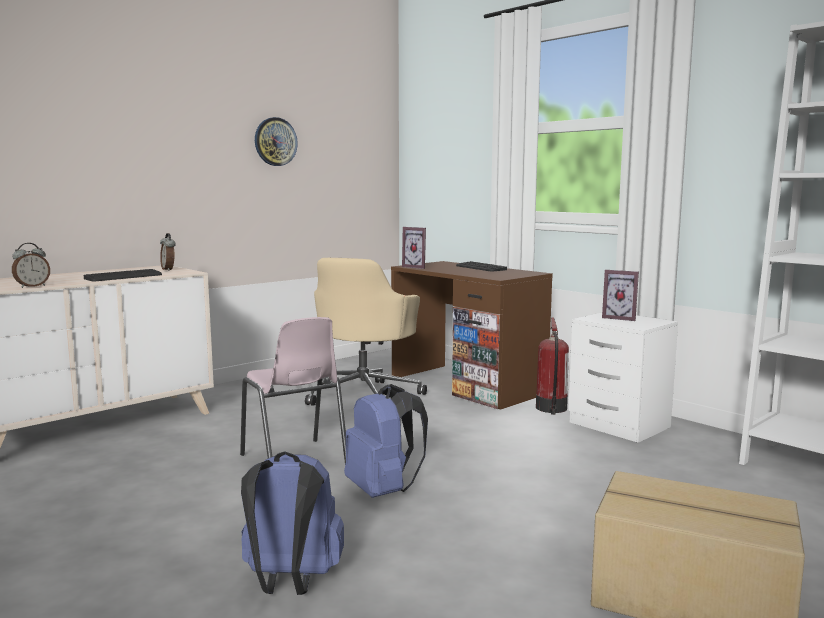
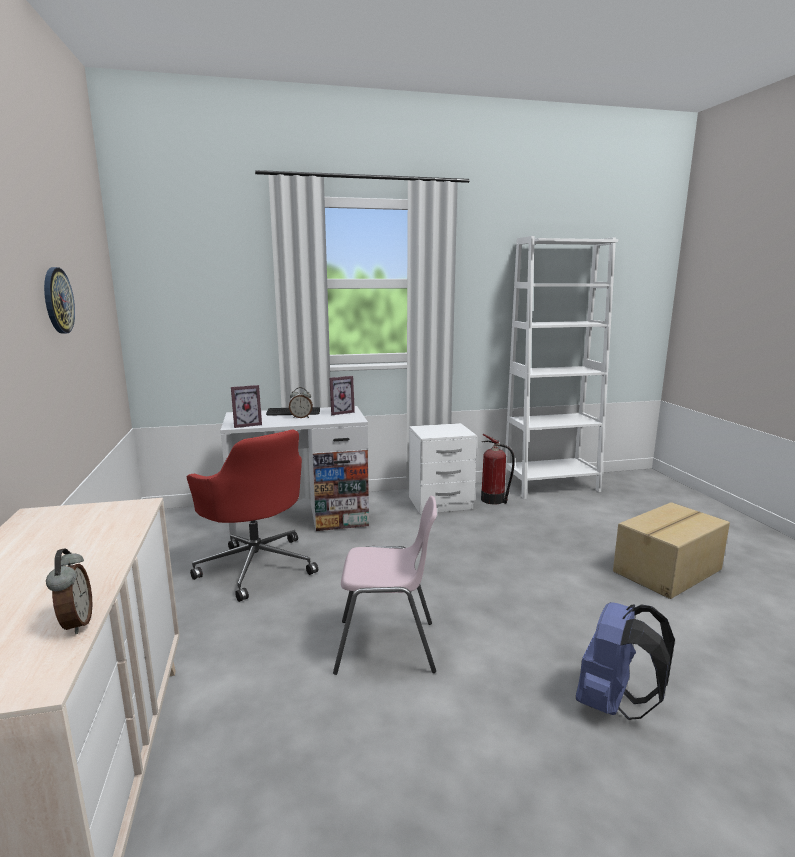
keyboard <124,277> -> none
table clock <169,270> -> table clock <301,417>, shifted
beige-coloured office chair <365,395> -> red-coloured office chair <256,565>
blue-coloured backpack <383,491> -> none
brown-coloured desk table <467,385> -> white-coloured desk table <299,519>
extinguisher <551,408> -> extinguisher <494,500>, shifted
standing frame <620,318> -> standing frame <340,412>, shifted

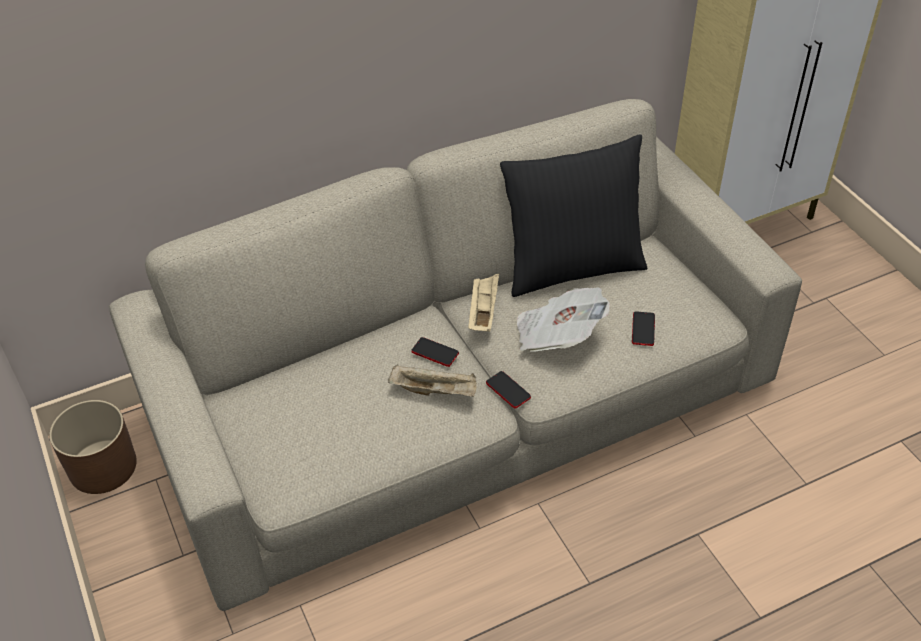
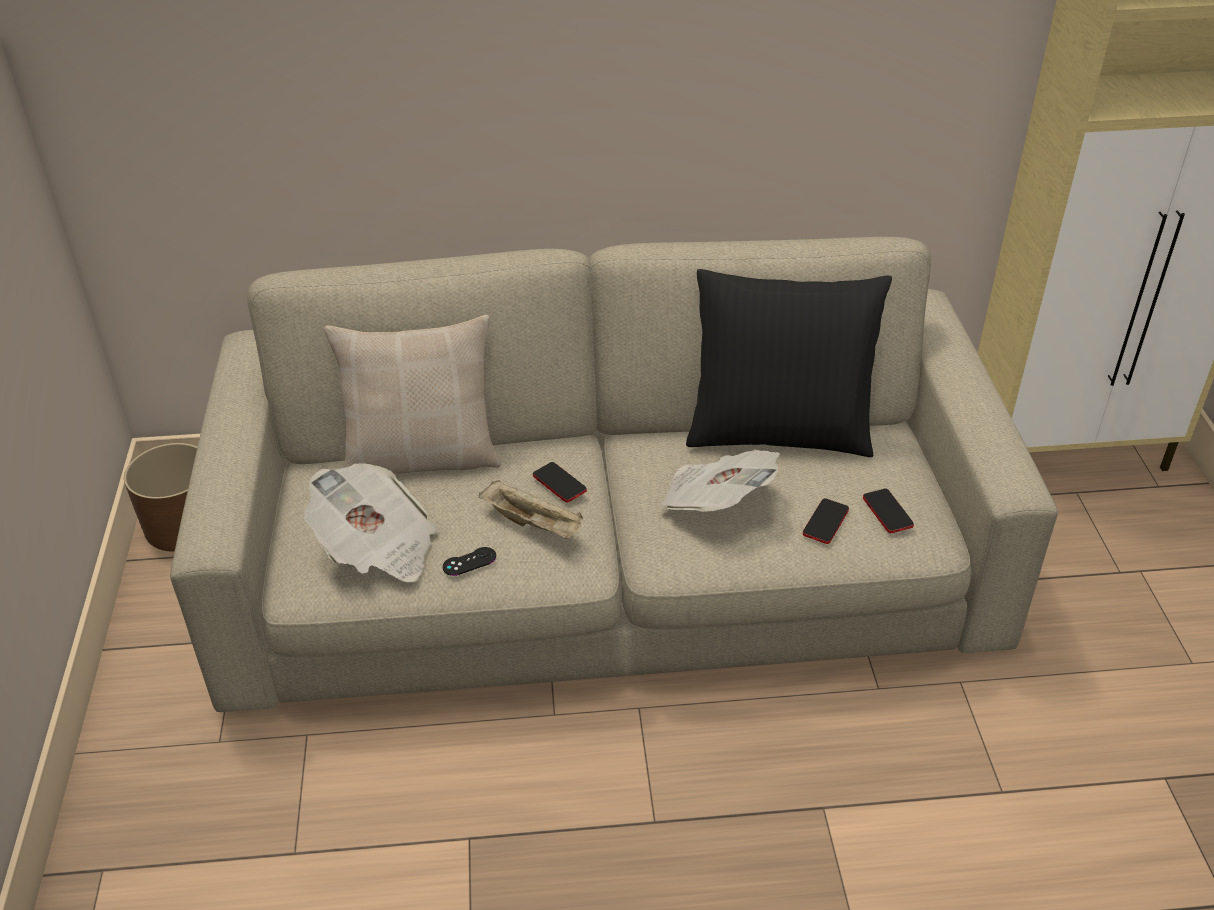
beige-coloured serving tray <483,311> -> none
phone <508,390> -> phone <887,512>, shifted
none -> daily paper <377,547>
none -> beige-coloured throw pillow <422,456>
none -> blackish joypad <469,561>

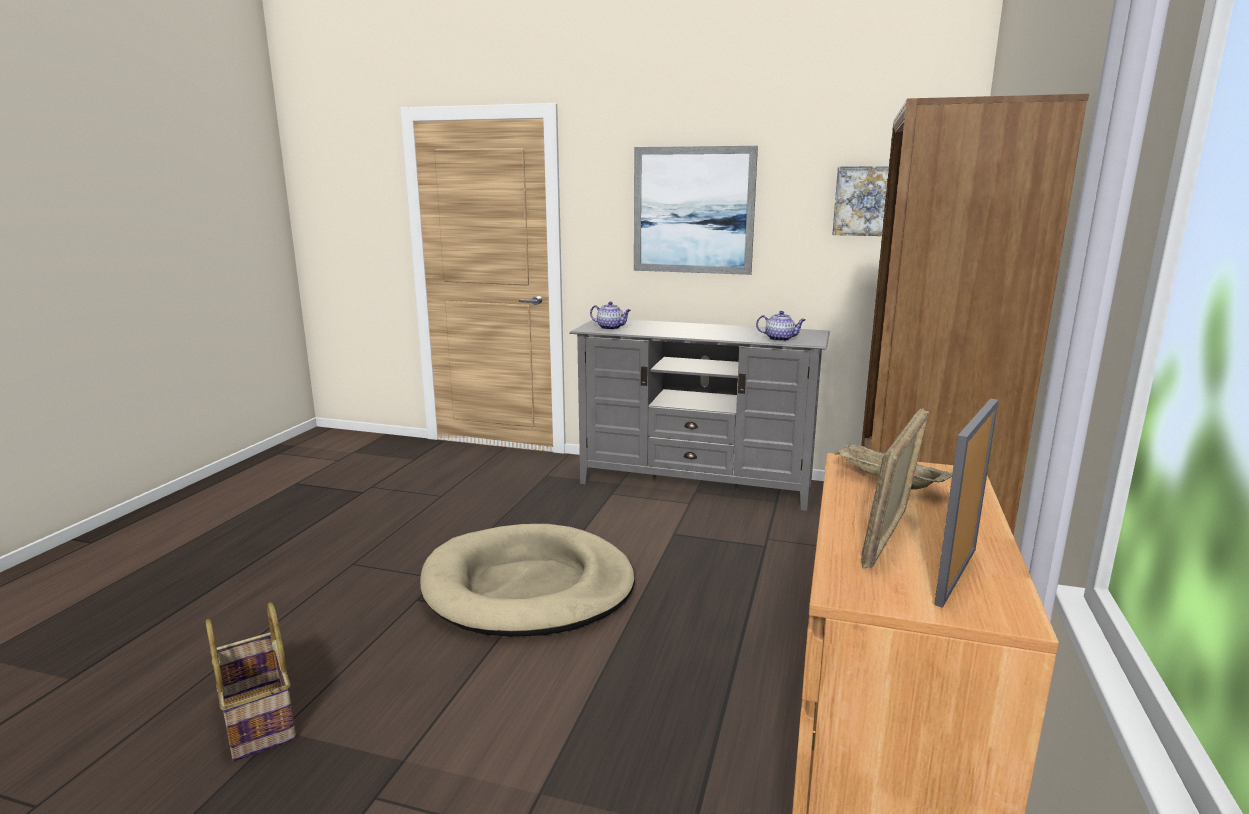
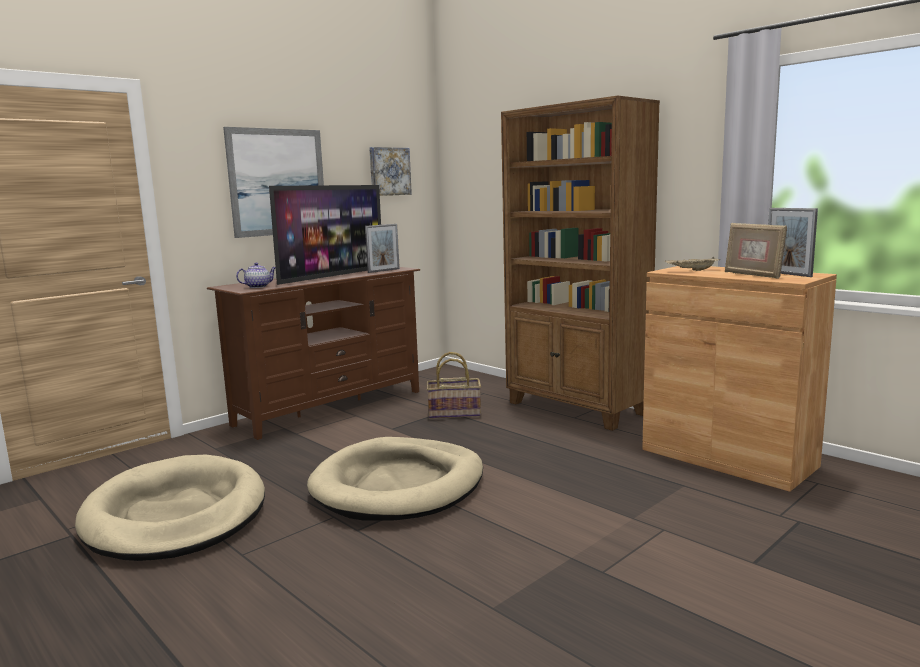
basket <260,719> -> basket <454,412>, shifted
grey tv stand <696,484> -> brown-coloured tv stand <330,407>
pot for tea <780,339> -> standing frame <384,270>
none -> beige-coloured dog cushion <176,515>
none -> TV set <333,276>

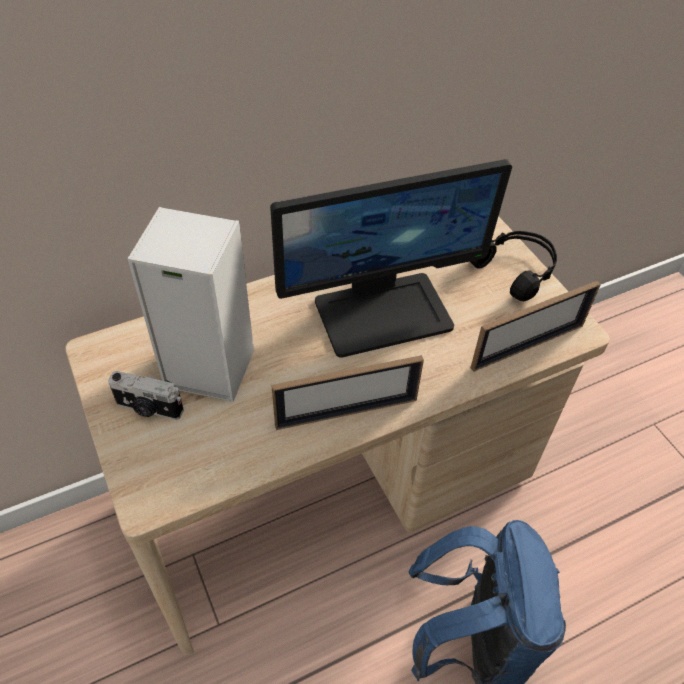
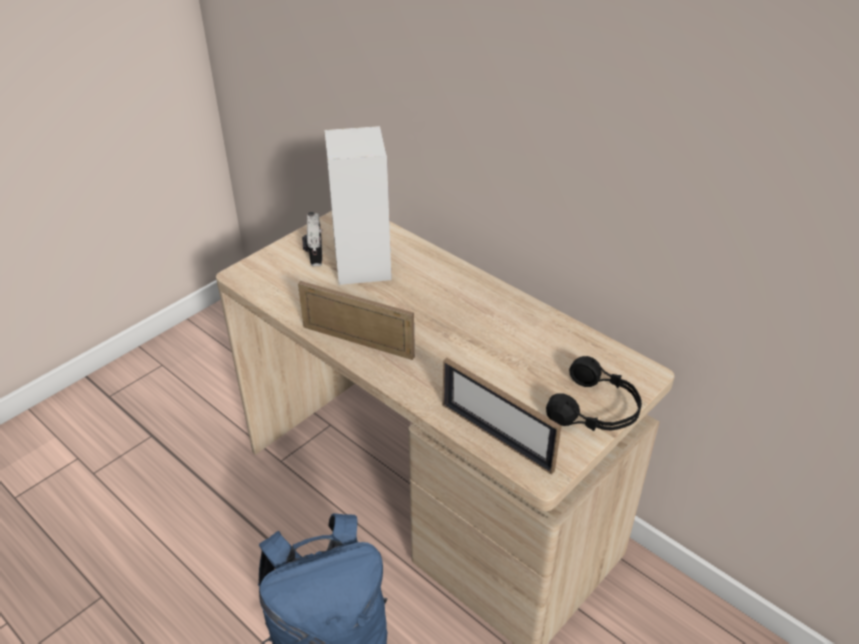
computer display <383,312> -> none
standing frame <346,412> -> standing frame <358,342>, 150 degrees clockwise

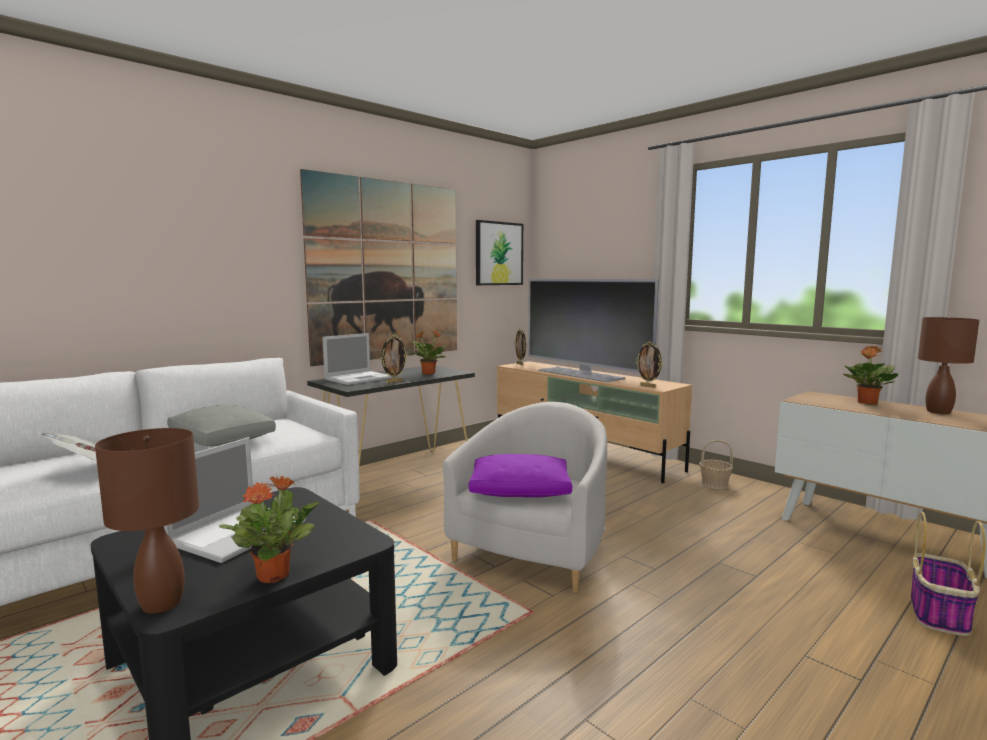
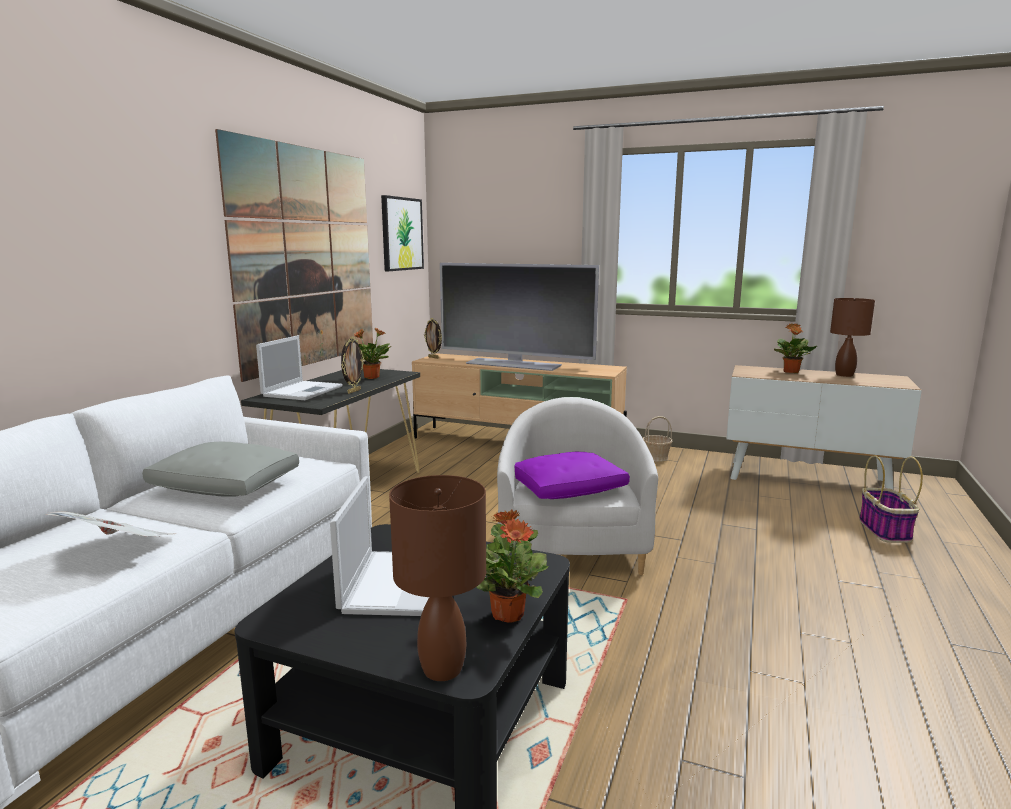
standing frame <648,386> -> none

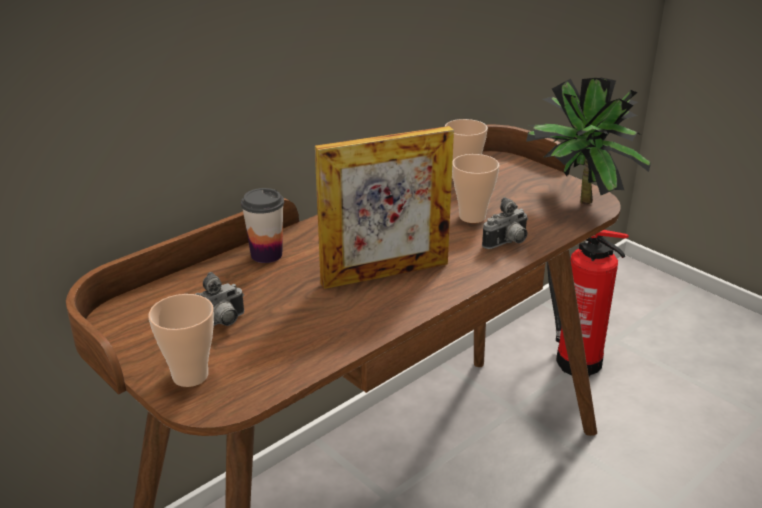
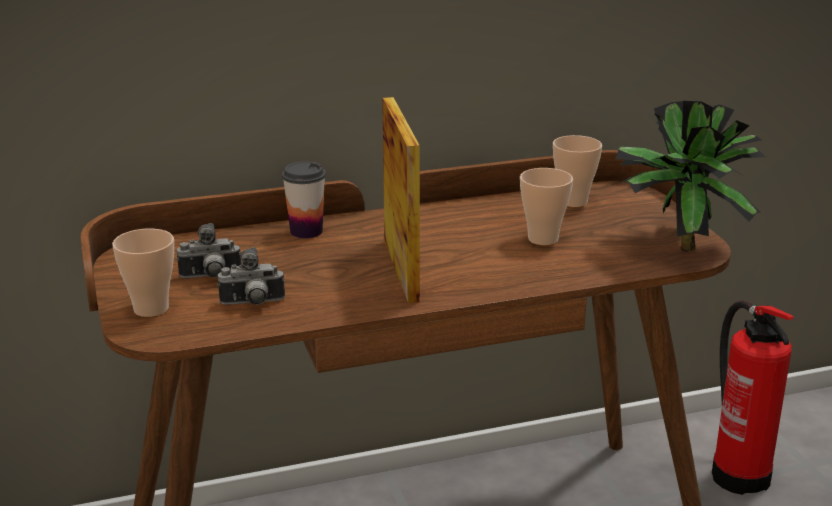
standing frame <385,273> -> standing frame <401,269>, 105 degrees counterclockwise
still camera <507,243> -> still camera <252,304>, shifted

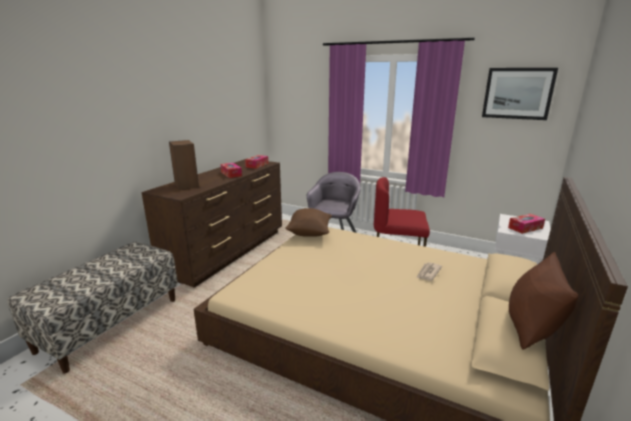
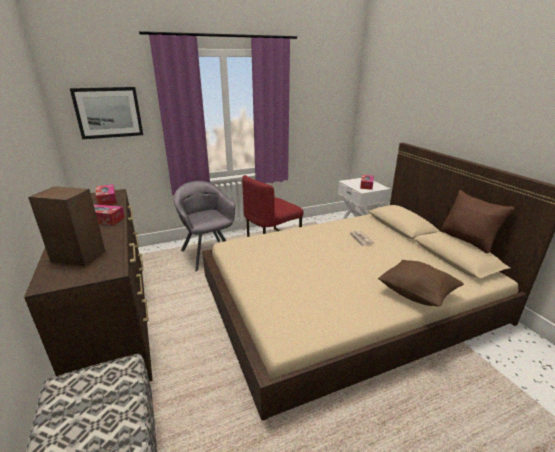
brown-coloured throw pillow <309,233> -> brown-coloured throw pillow <416,294>, shifted
wall art <517,93> -> wall art <108,112>, shifted

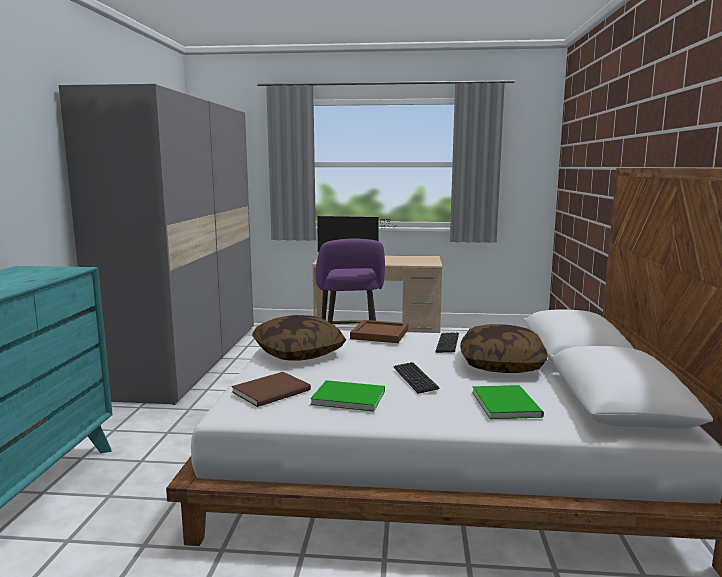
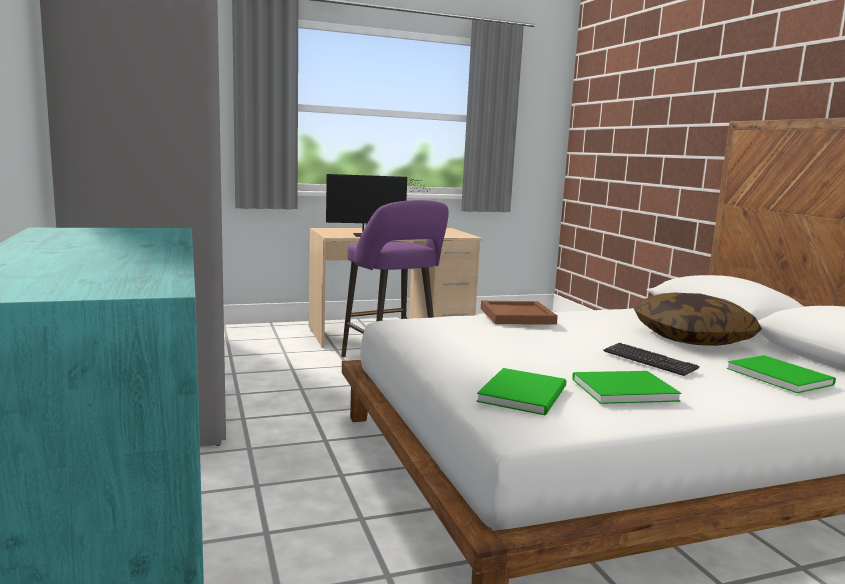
brown-coloured bound book <274,391> -> green-coloured bound book <525,393>
throw pillow <298,353> -> none
keyboard <447,344> -> none

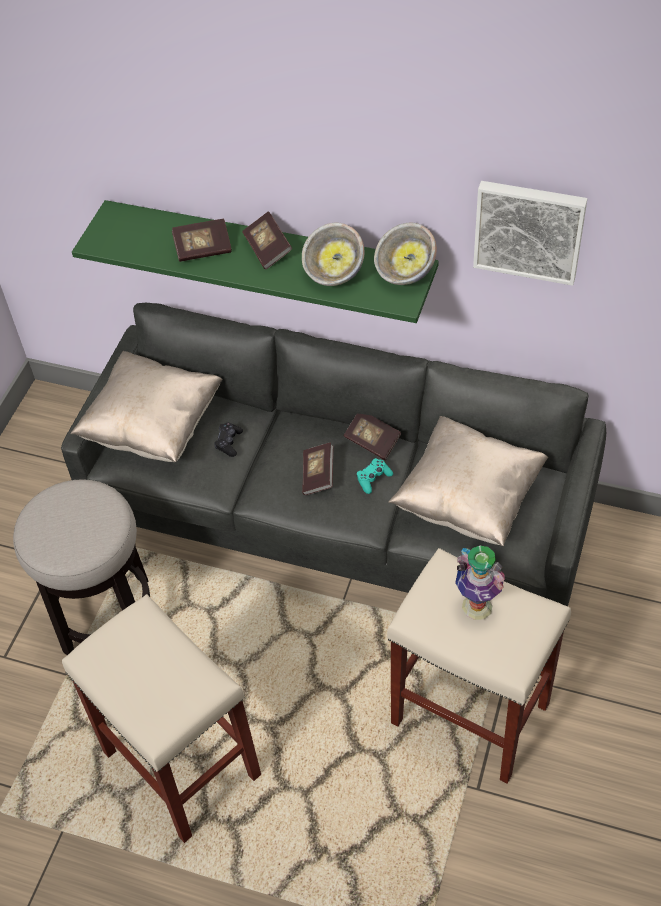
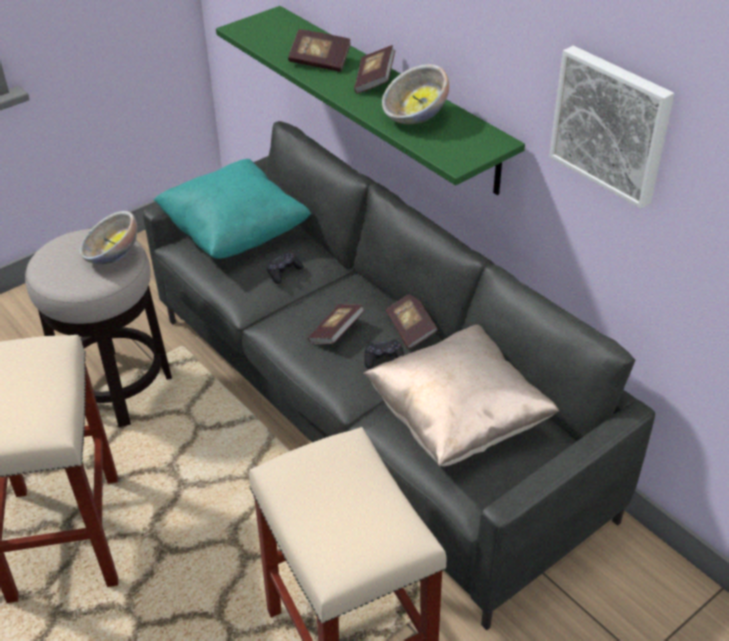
beige-coloured throw pillow <153,427> -> turquoise-coloured throw pillow <235,233>
turquoise-coloured joypad <373,479> -> blackish joypad <383,359>
deep dish <405,273> -> deep dish <112,256>, shifted
vase <476,607> -> none

